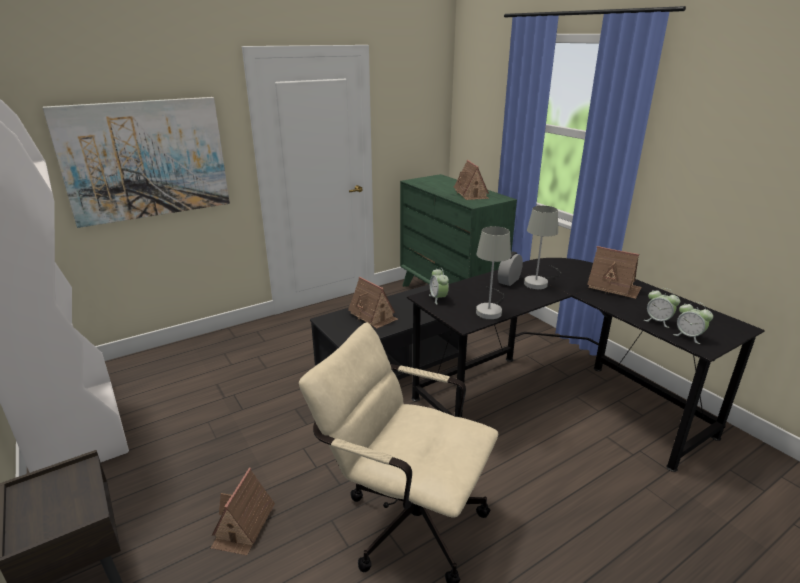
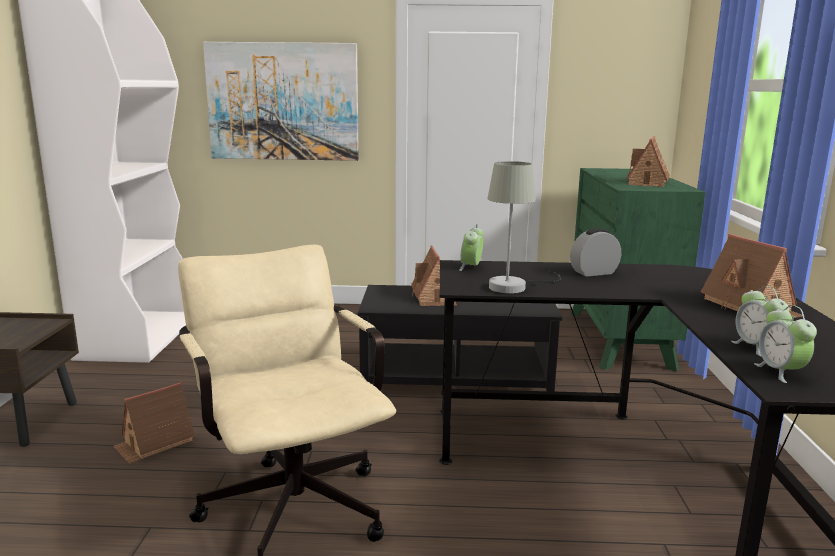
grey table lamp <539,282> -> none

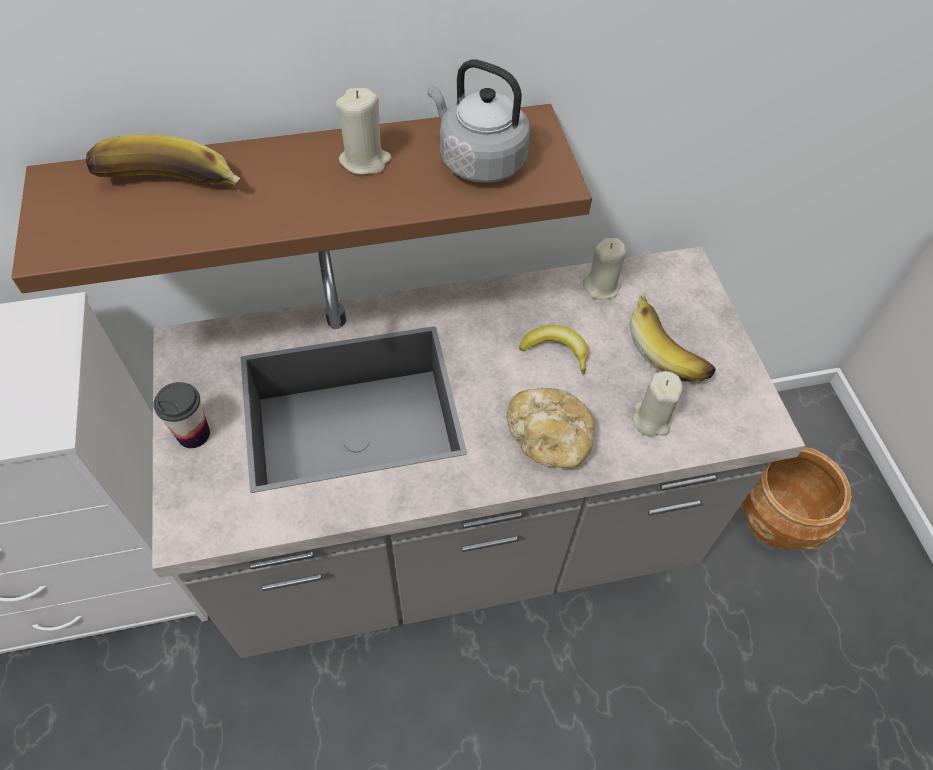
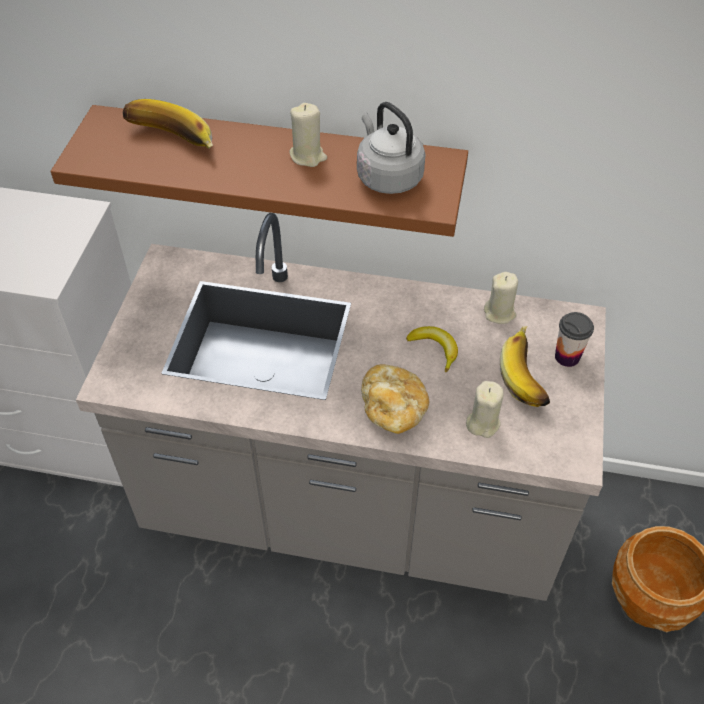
drinking cup <193,434> -> drinking cup <567,357>, shifted

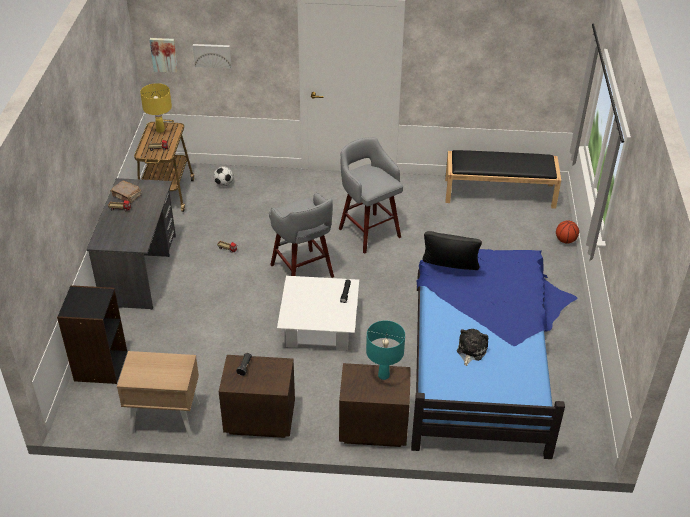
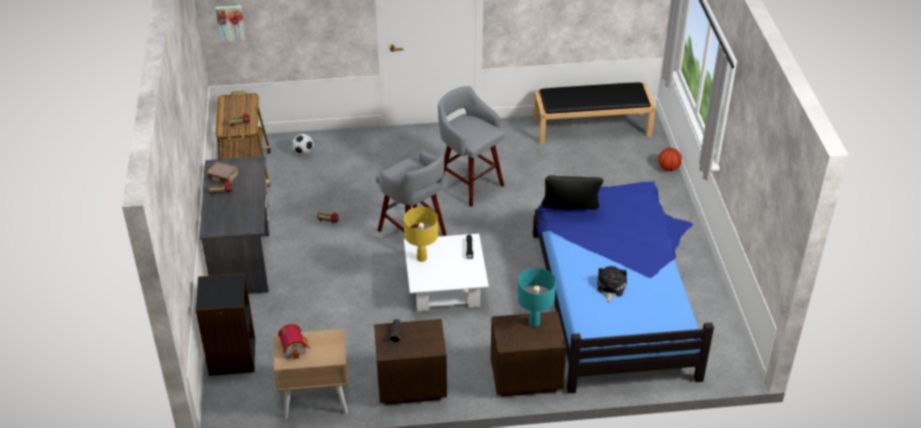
yellow-coloured table lamp <160,130> -> yellow-coloured table lamp <422,258>, shifted
wall art <212,55> -> none
none -> toy house <294,347>

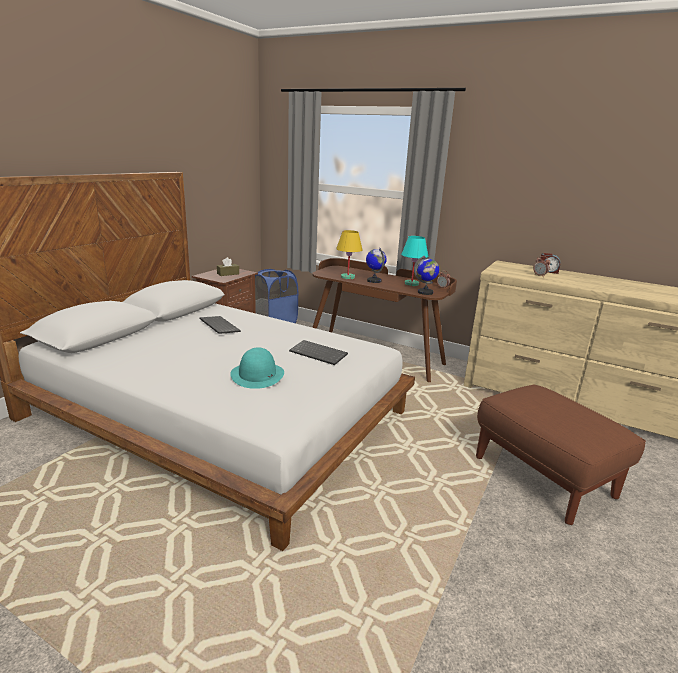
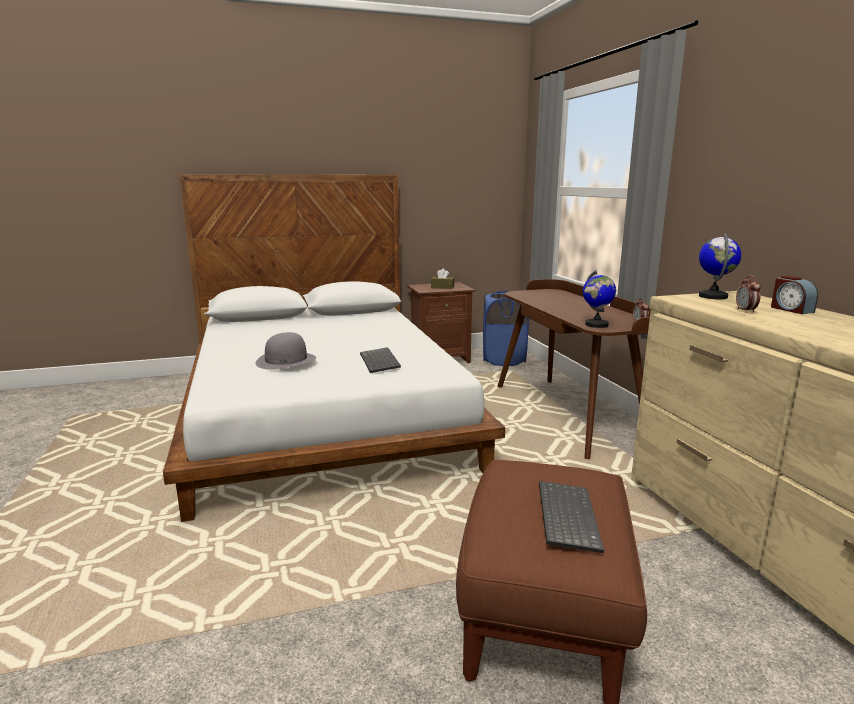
keyboard <218,326> -> keyboard <565,516>, shifted
turquoise-coloured clothing hat <257,375> -> grey clothing hat <286,360>
yellow-coloured table lamp <347,277> -> none
globe <374,281> -> globe <713,296>, shifted
turquoise-coloured table lamp <411,284> -> none

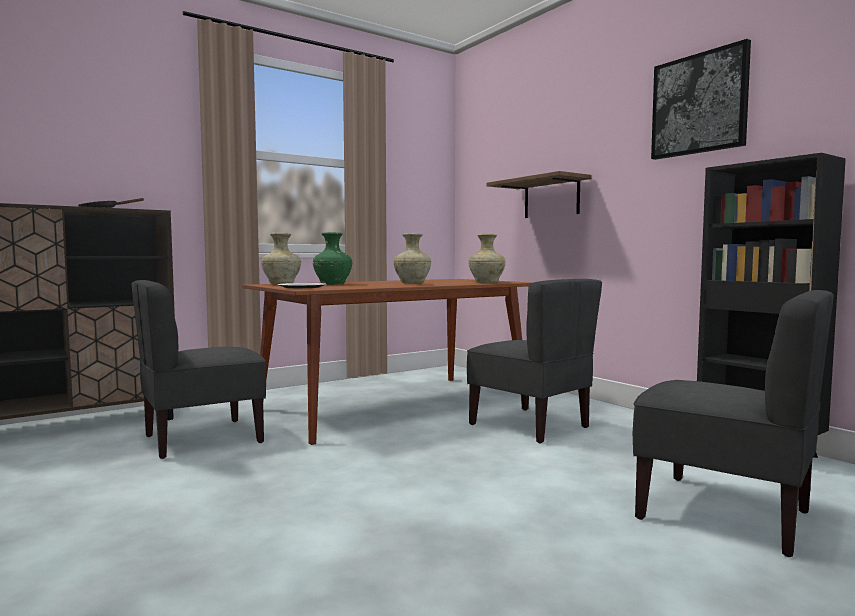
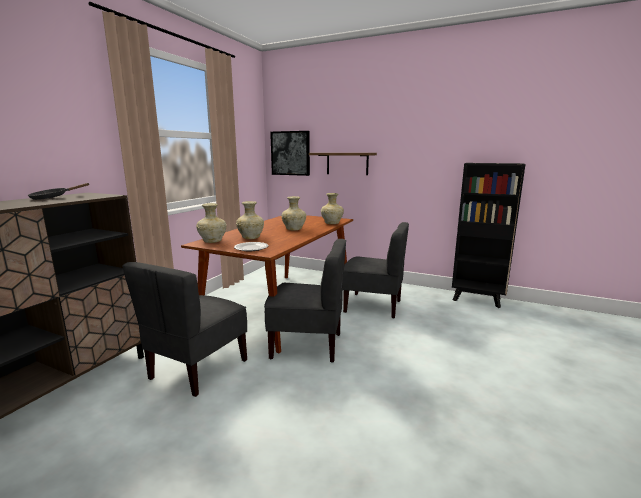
green-coloured vase <333,284> -> beige-coloured vase <251,238>
grey chair <724,514> -> grey chair <307,345>, shifted
wall art <699,104> -> wall art <290,153>, shifted

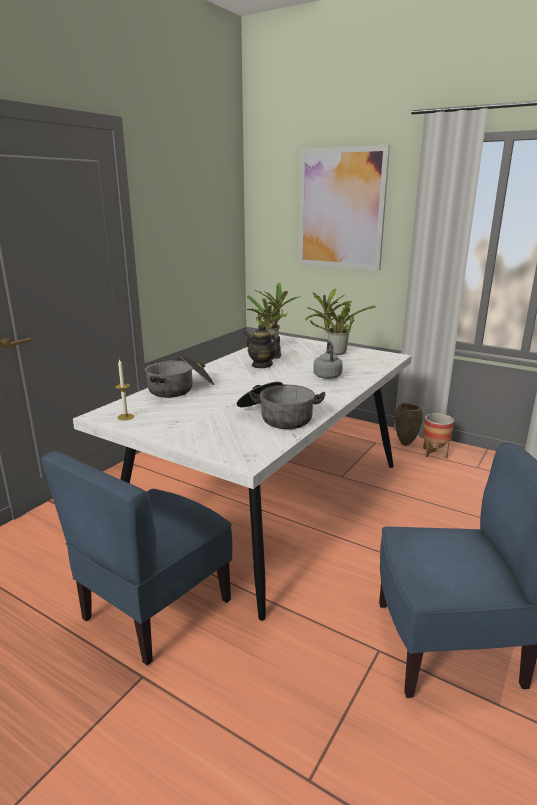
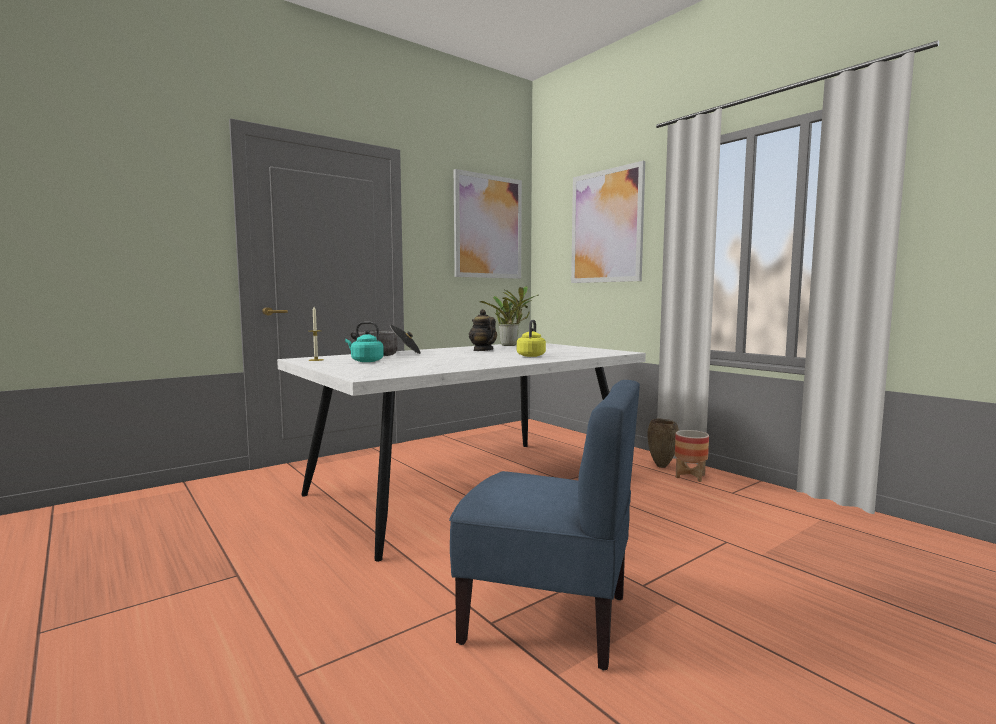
blue-coloured chair <155,609> -> none
stockpot <277,417> -> none
potted plant <334,353> -> none
grey tea kettle <327,376> -> yellow-coloured tea kettle <531,355>
none -> turquoise-coloured tea kettle <365,361>
none -> wall art <488,227>

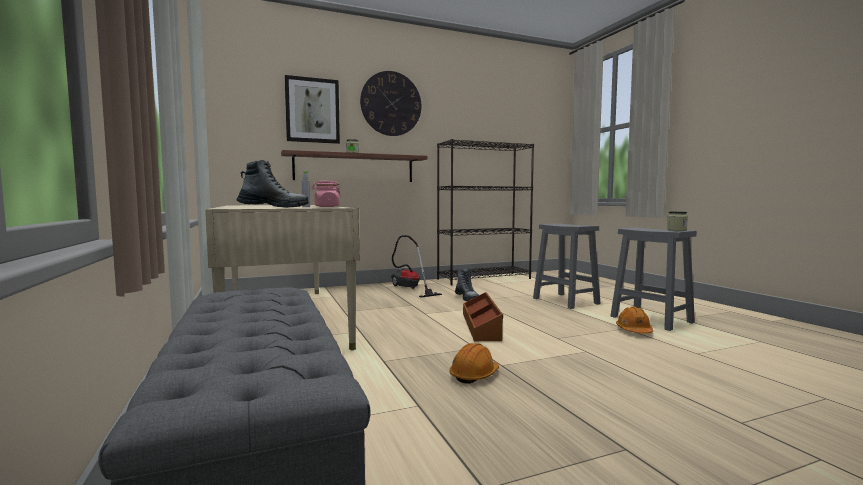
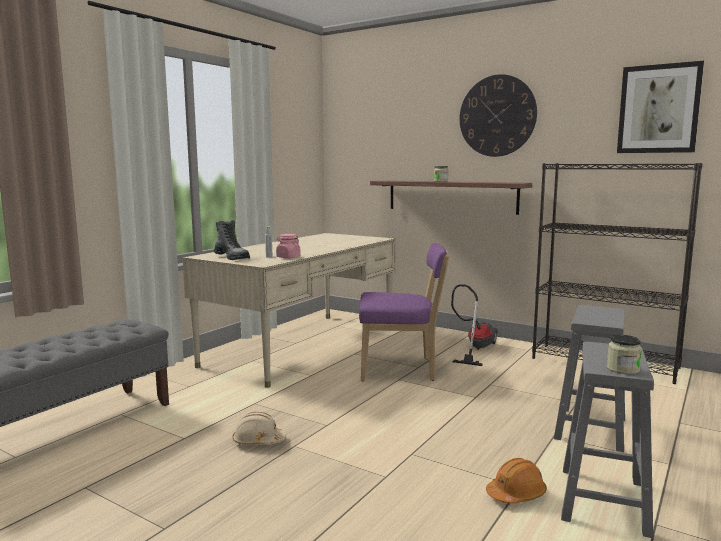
wall art <312,110> -> wall art <658,109>, shifted
orangey work helmet <474,375> -> beige-coloured work helmet <258,441>
boot <467,298> -> none
brown-coloured storage bin <482,326> -> none
none -> purple-coloured chair <401,369>

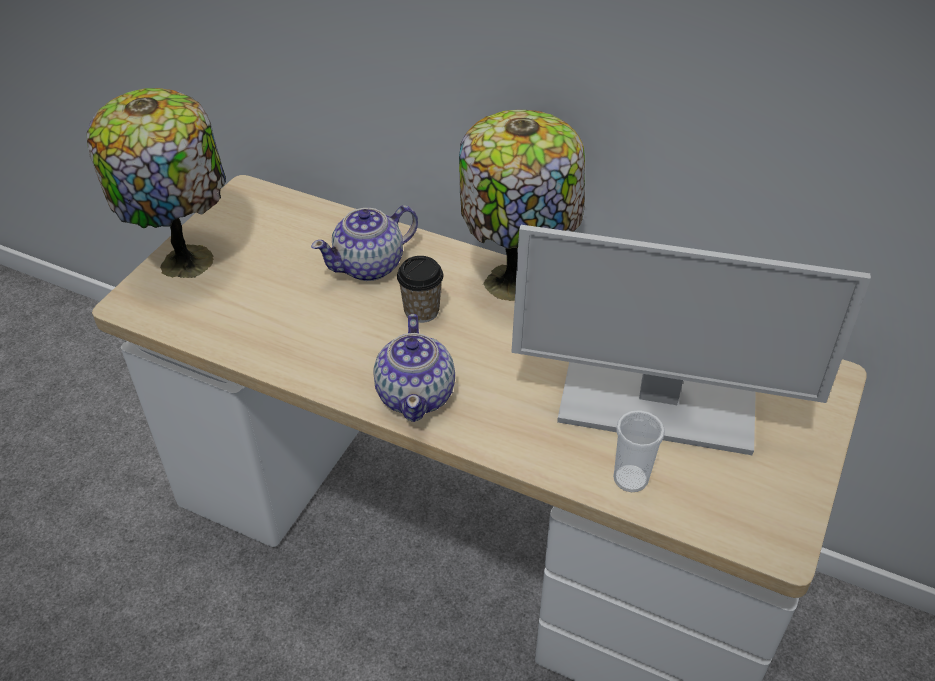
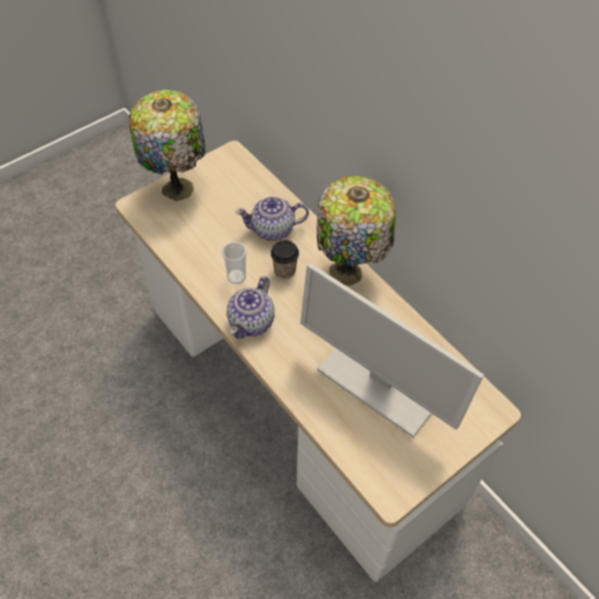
drinking cup <630,479> -> drinking cup <236,277>, shifted

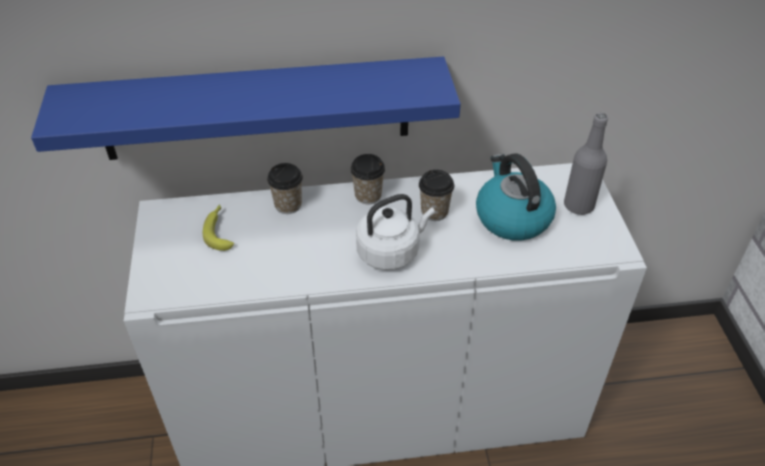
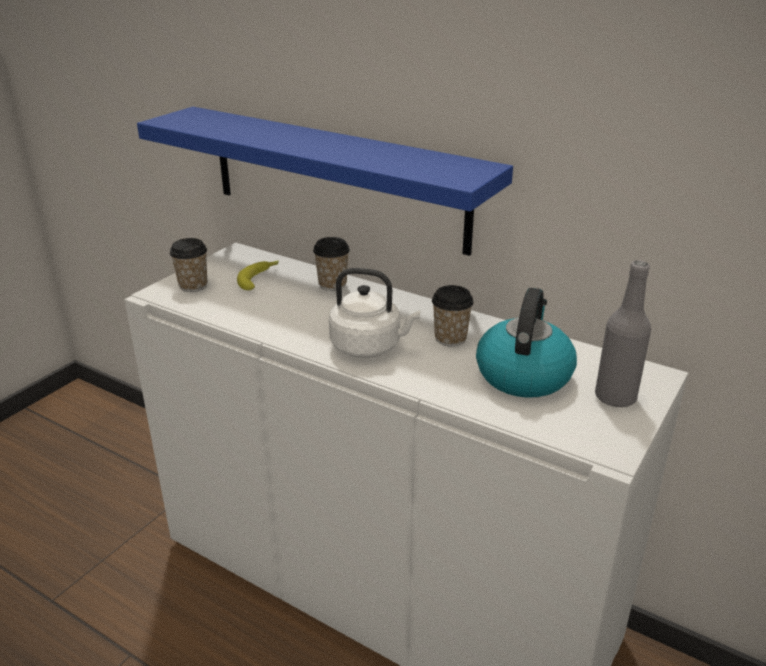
drinking cup <368,196> -> drinking cup <193,286>, shifted

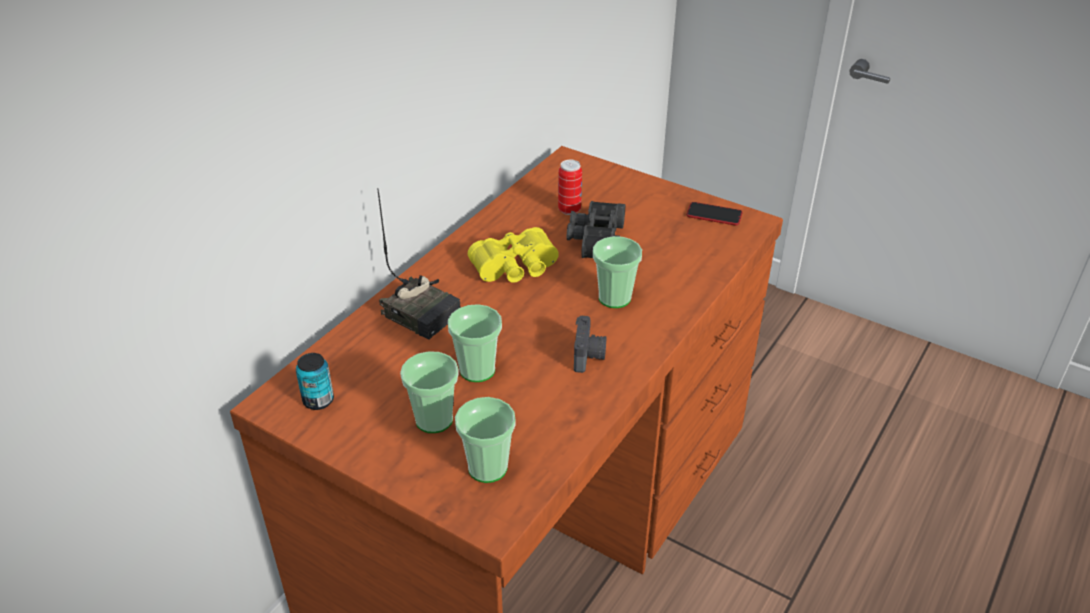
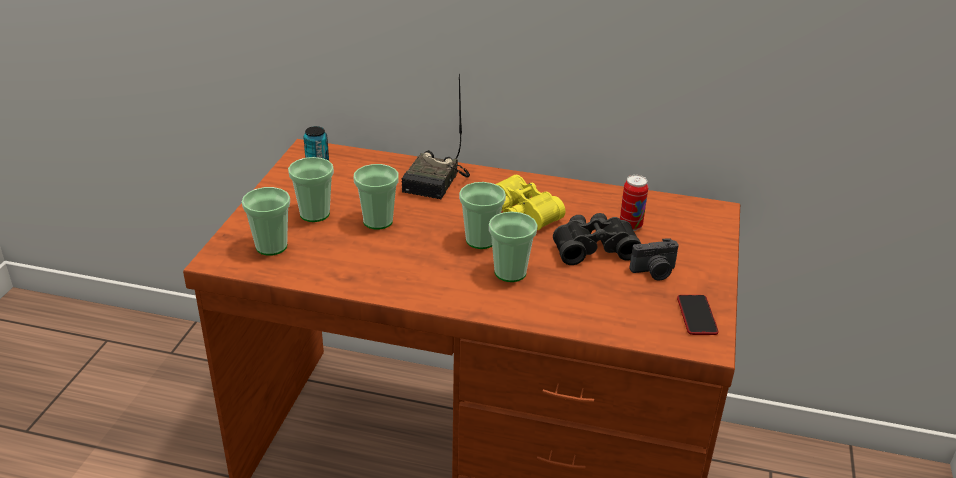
still camera <589,356> -> still camera <654,272>, shifted
none -> drinking cup <481,240>

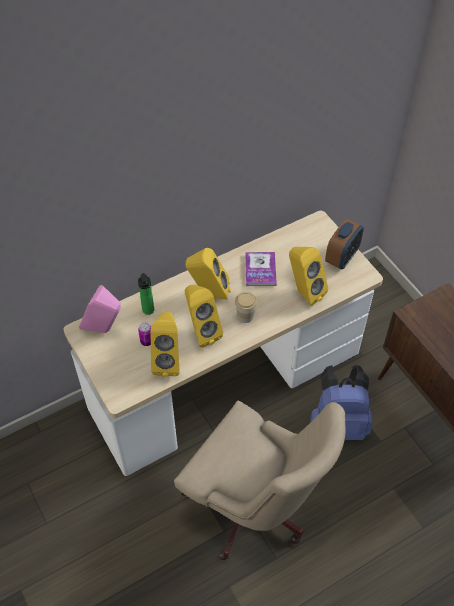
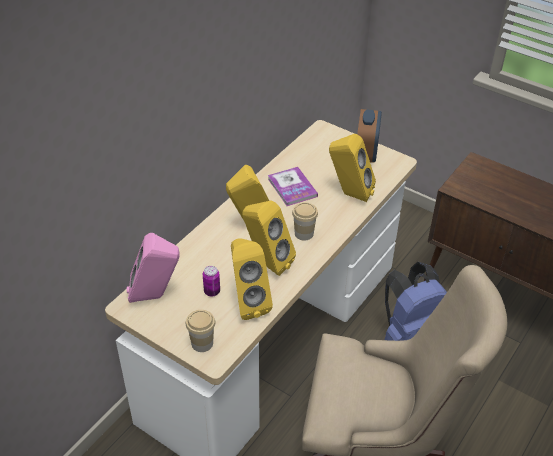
beverage bottle <148,311> -> none
none -> drinking cup <202,343>

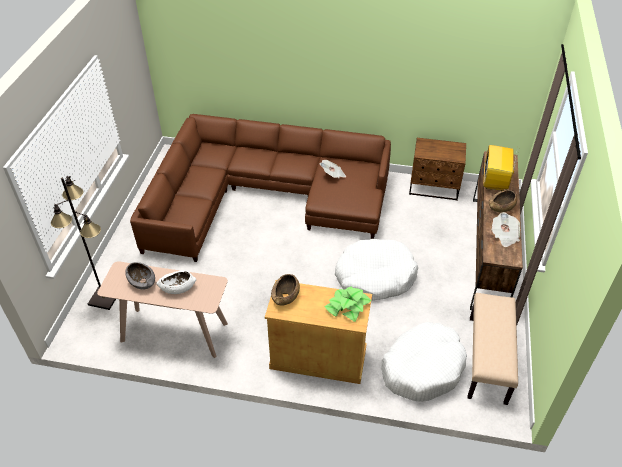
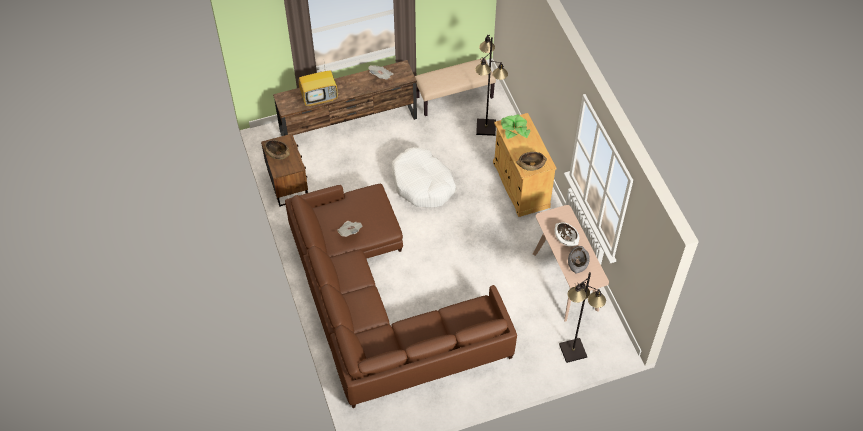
white-coloured dog cushion <422,367> -> blackish standard lamp <486,127>
brown-coloured deep dish <501,207> -> brown-coloured deep dish <277,153>, shifted

